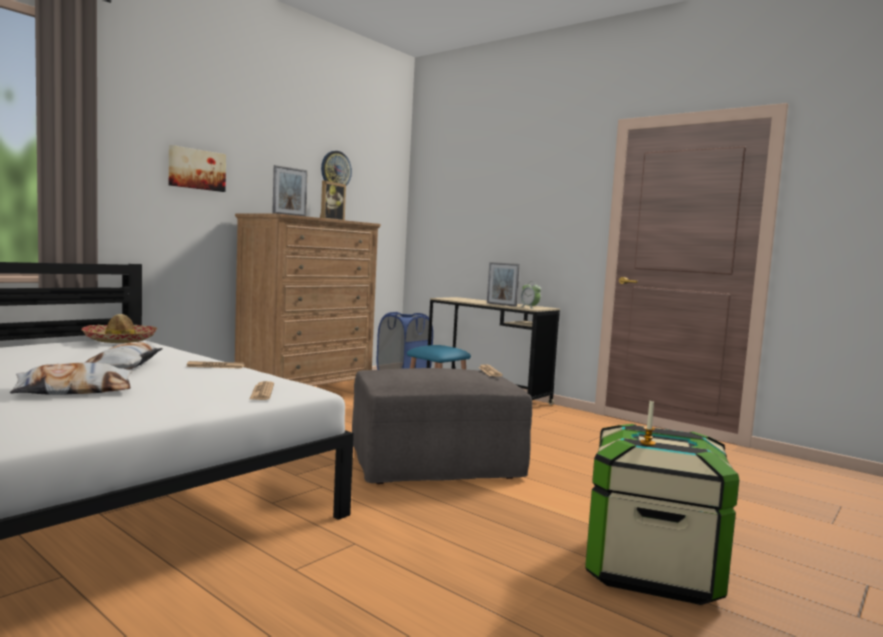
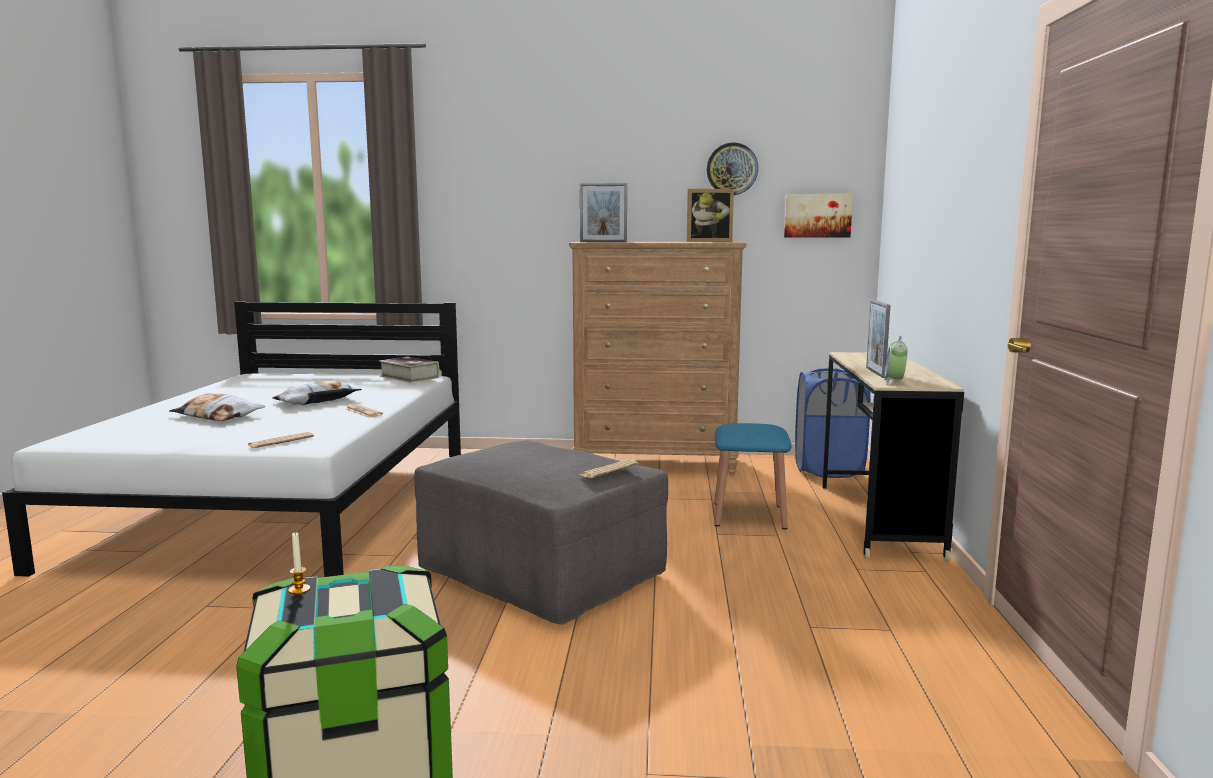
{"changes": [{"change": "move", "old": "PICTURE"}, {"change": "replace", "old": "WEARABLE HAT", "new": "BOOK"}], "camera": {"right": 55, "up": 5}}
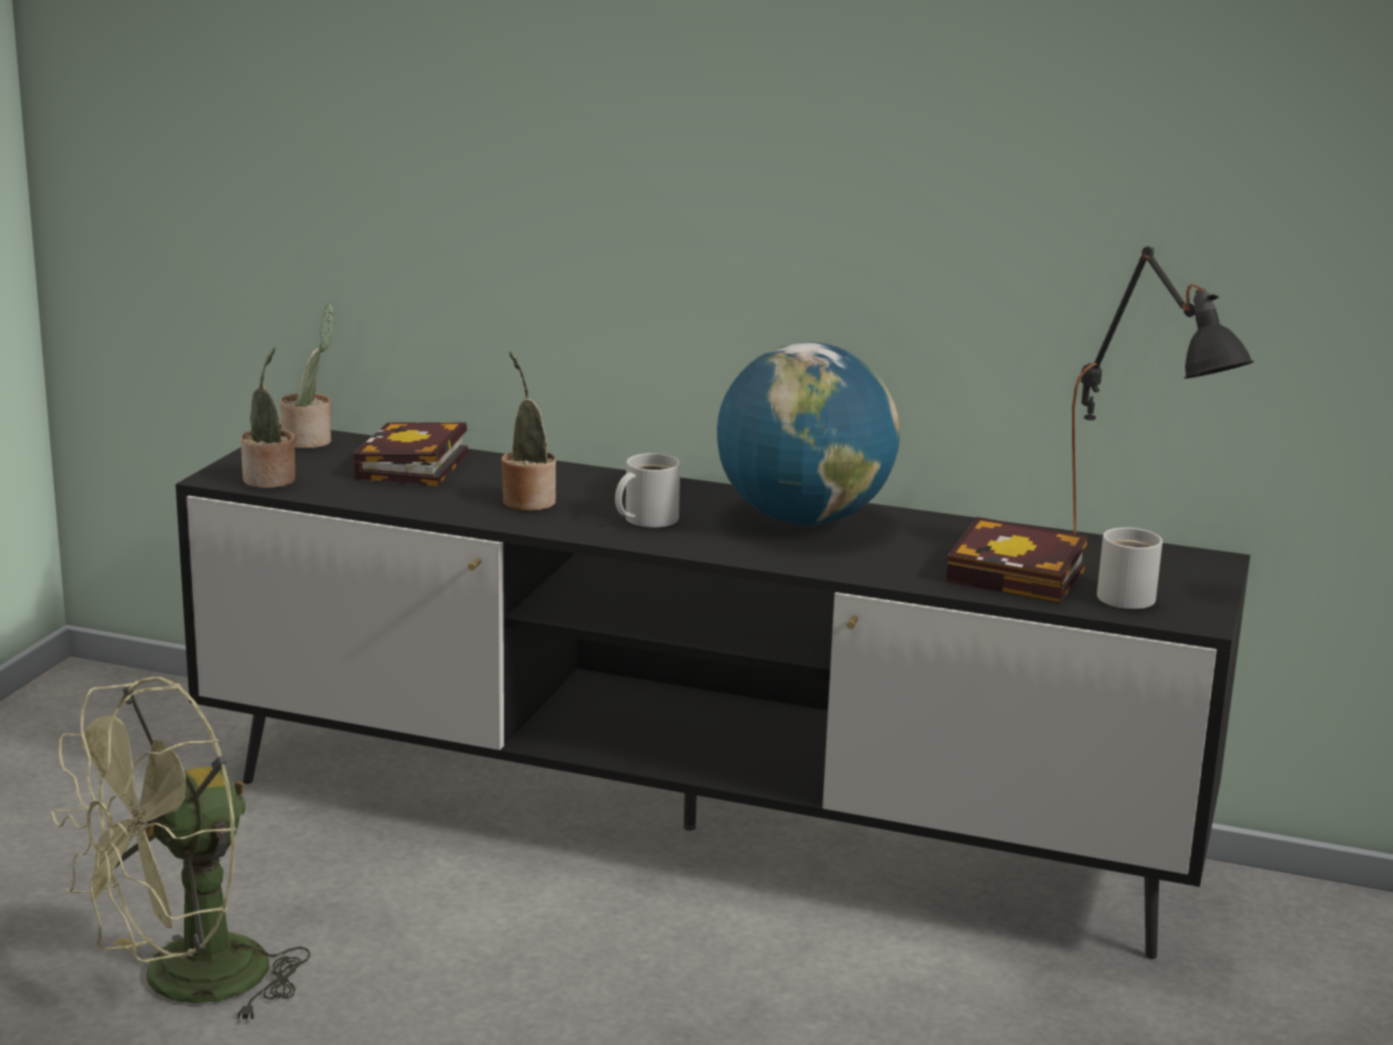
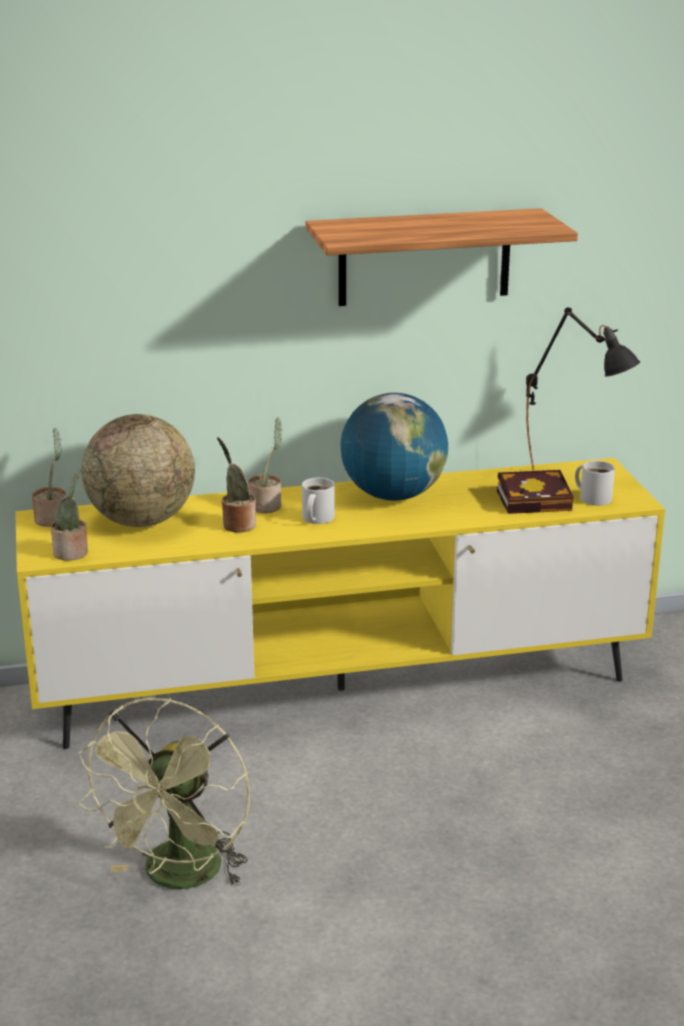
{"changes": [{"change": "insert", "new": "PLANT IN A POT (4th from left)"}, {"change": "insert", "new": "SHELF"}, {"change": "replace", "old": "BOOK (1st from left)", "new": "WORLD GLOBE (1st from left)"}, {"change": "recolor", "old": "BLACK-COLOURED TV STAND", "new": "YELLOW TV STAND"}], "camera": {"right": -30, "up": 5}}
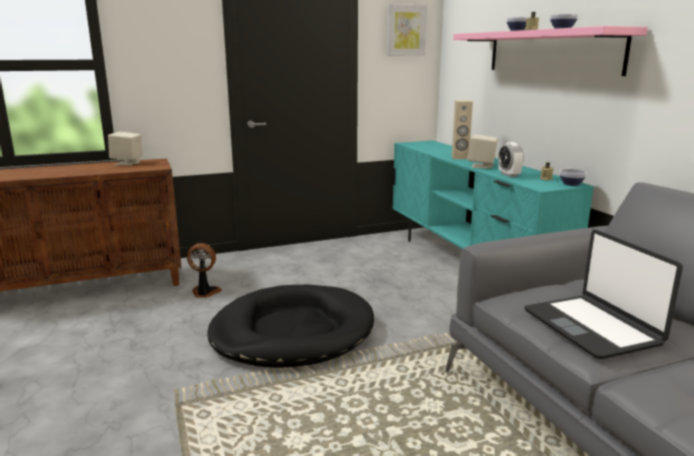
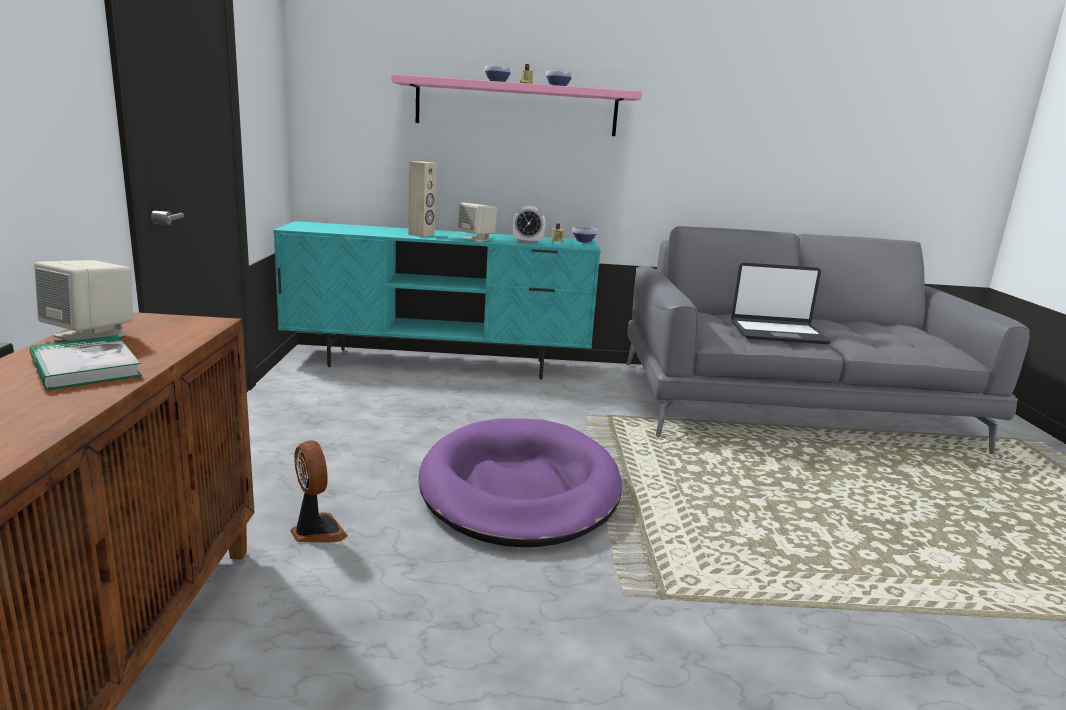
{"changes": [{"change": "delete", "old": "PICTURE"}, {"change": "insert", "new": "BOOK"}, {"change": "recolor", "old": "BLACK-COLOURED DOG CUSHION", "new": "PURPLE-COLOURED DOG CUSHION"}, {"change": "rotate", "old": "ELECTRIC FAN", "degrees": 120}], "camera": {"right": -70, "up": 0}}
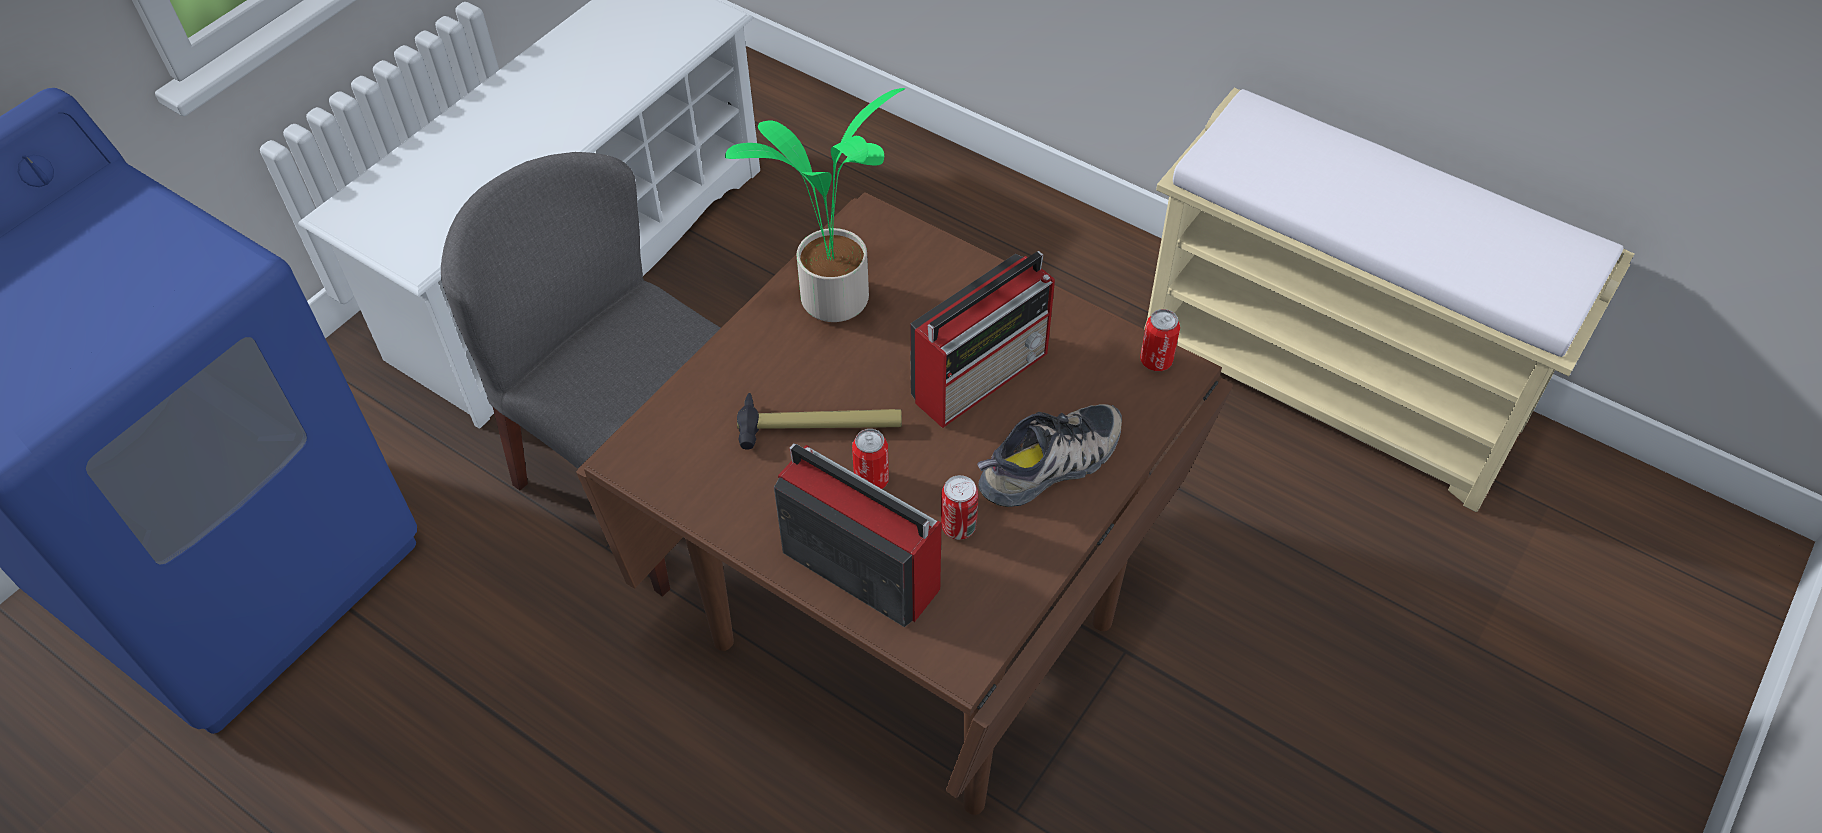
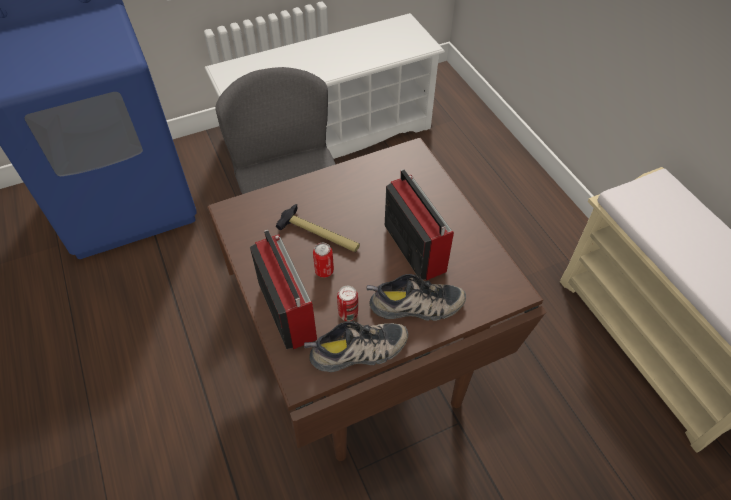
{"changes": [{"change": "delete", "old": "PLANT IN A POT"}, {"change": "delete", "old": "METAL CAN (3rd from left)"}, {"change": "insert", "new": "SHOE (1st from left)"}, {"change": "rotate", "old": "RADIO SET (2nd from left)", "degrees": -105}], "camera": {"right": 30, "up": 0}}
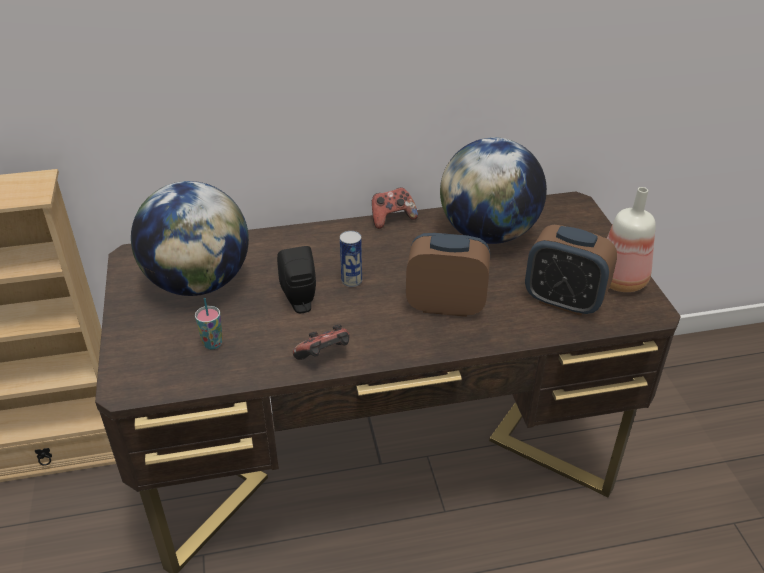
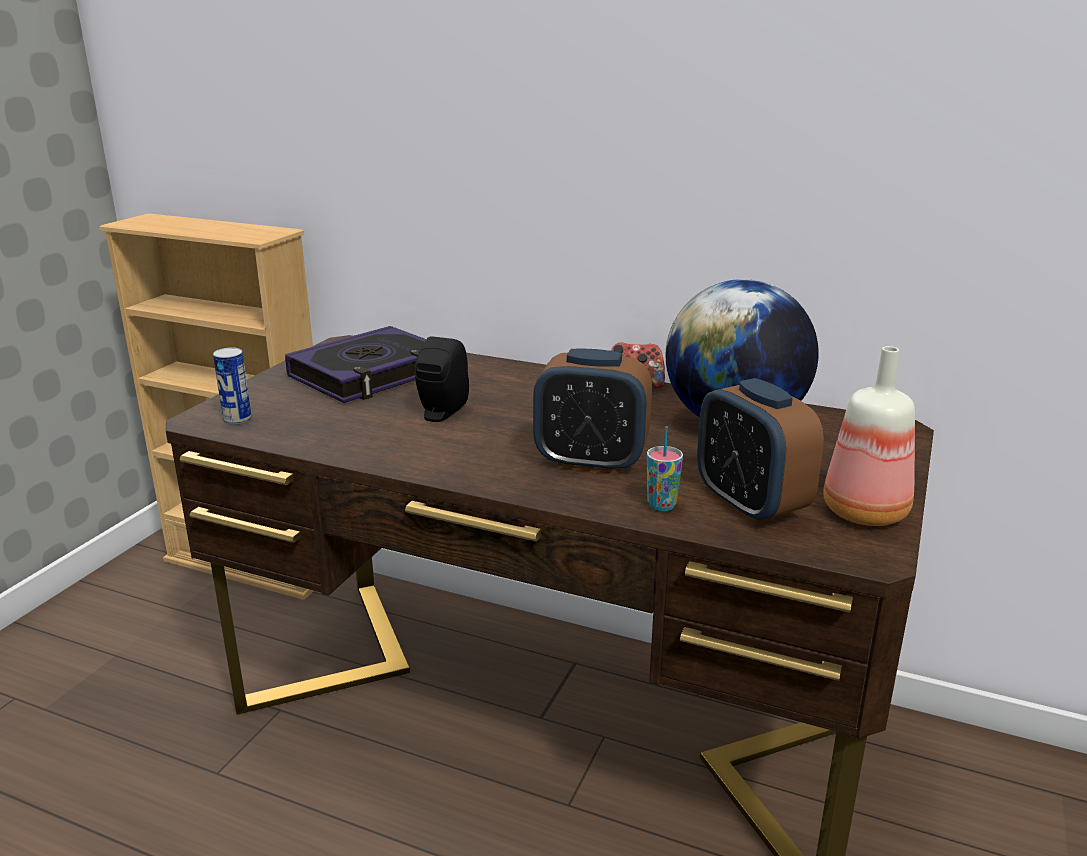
{"changes": [{"change": "delete", "old": "JOYPAD (1st from left)"}, {"change": "move", "old": "DRINKING CUP"}, {"change": "move", "old": "METAL CAN"}, {"change": "replace", "old": "WORLD GLOBE (1st from left)", "new": "BOOK"}, {"change": "rotate", "old": "ALARM CLOCK (1st from left)", "degrees": 150}], "camera": {"right": 35, "up": -15}}
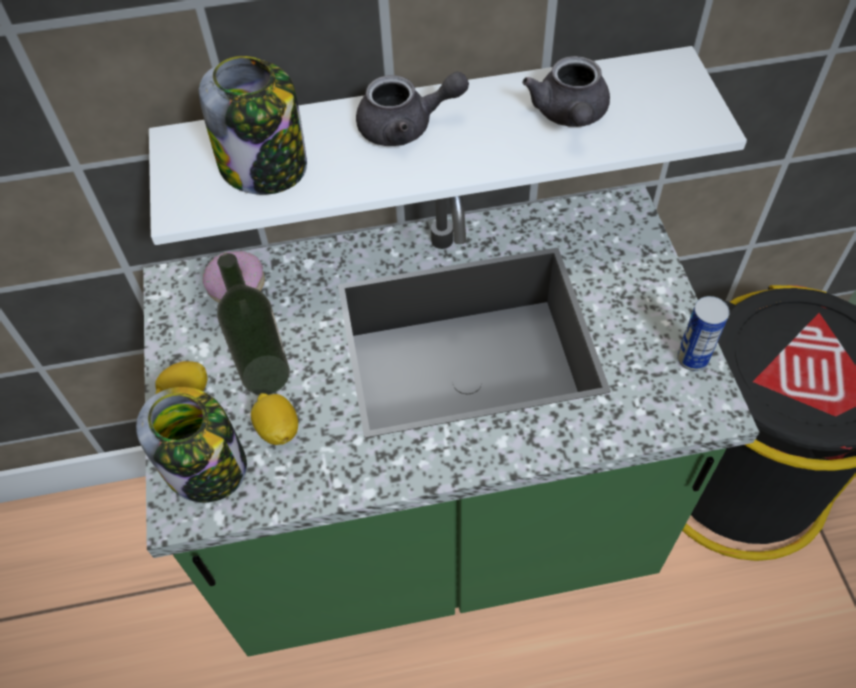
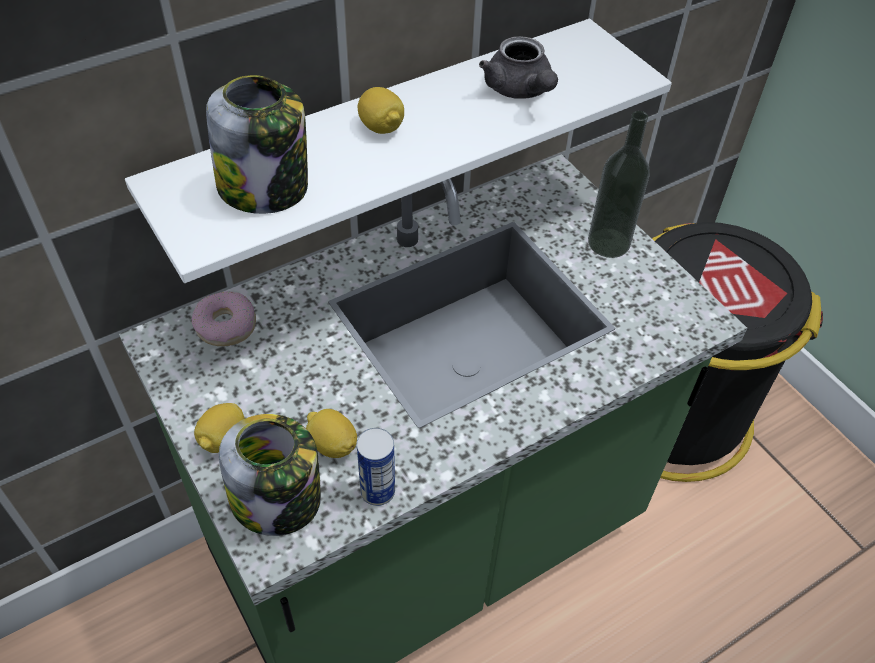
{"changes": [{"change": "move", "old": "BOTTLE"}, {"change": "move", "old": "METAL CAN"}, {"change": "replace", "old": "GREY POT FOR TEA (1st from left)", "new": "CITRUS FRUIT (3rd from left)"}], "camera": {"right": -25, "up": -5}}
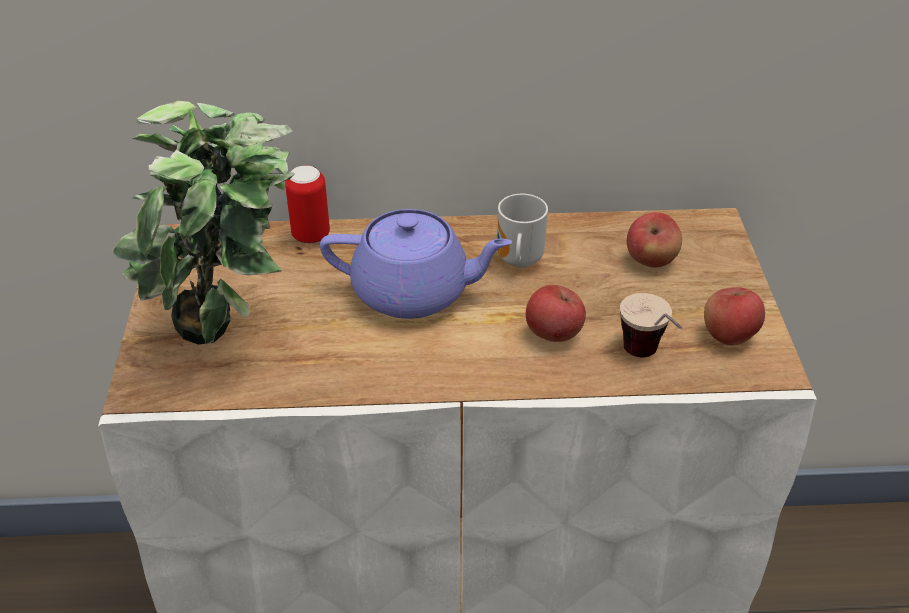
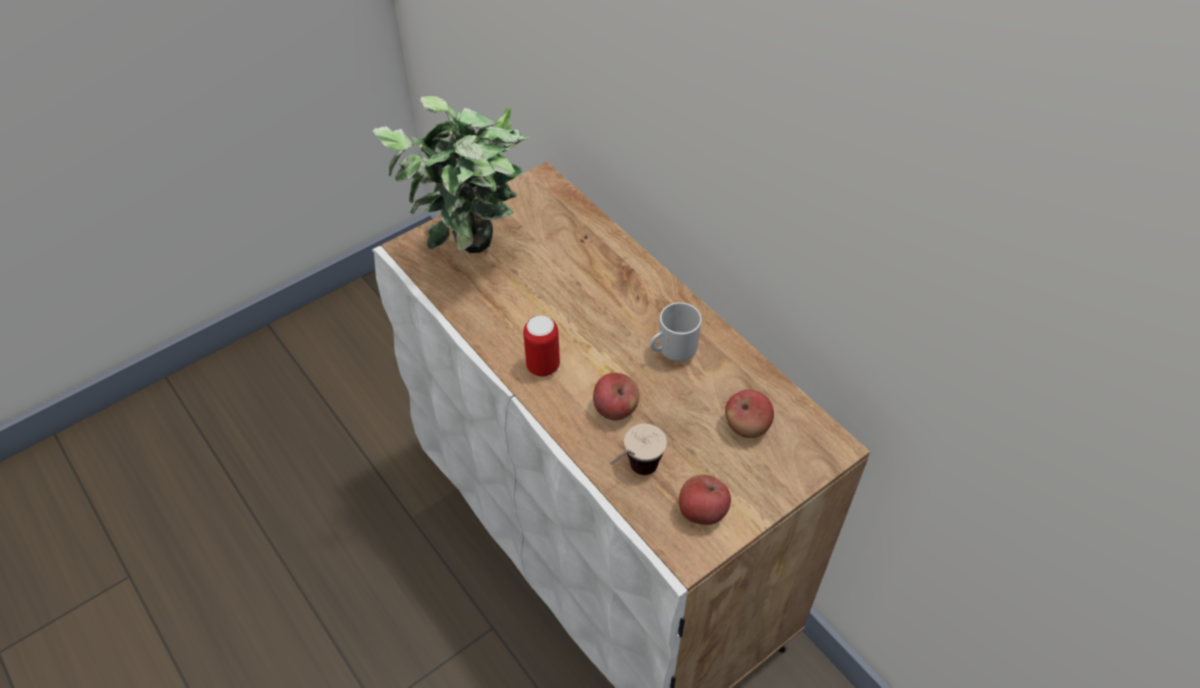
{"changes": [{"change": "delete", "old": "PURPLE-COLOURED POT FOR TEA"}, {"change": "move", "old": "METAL CAN"}], "camera": {"right": 55, "up": 10}}
